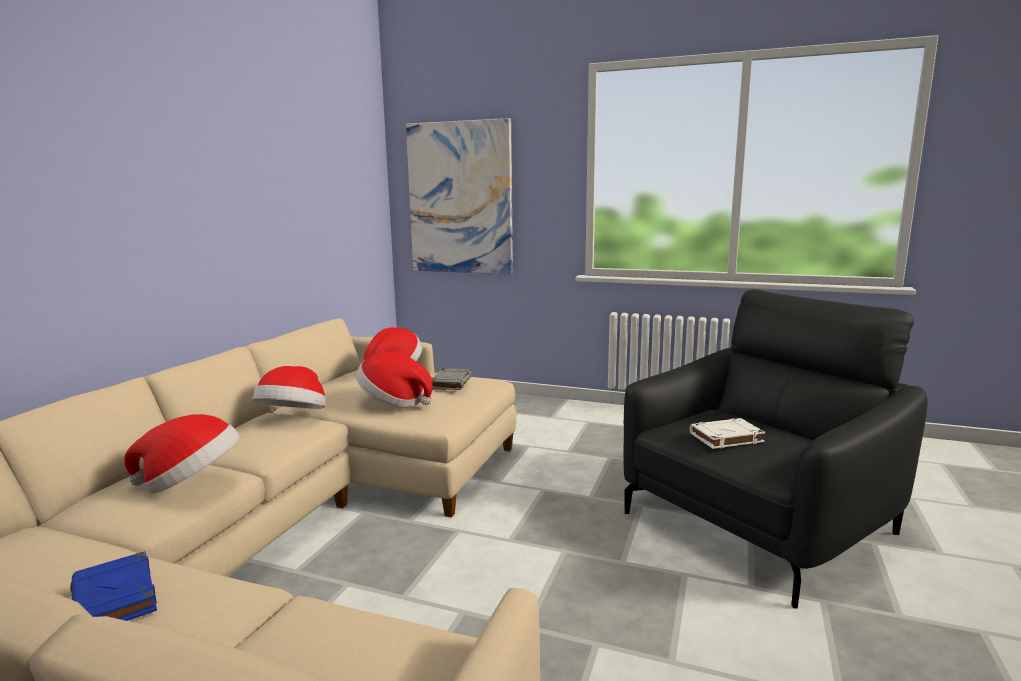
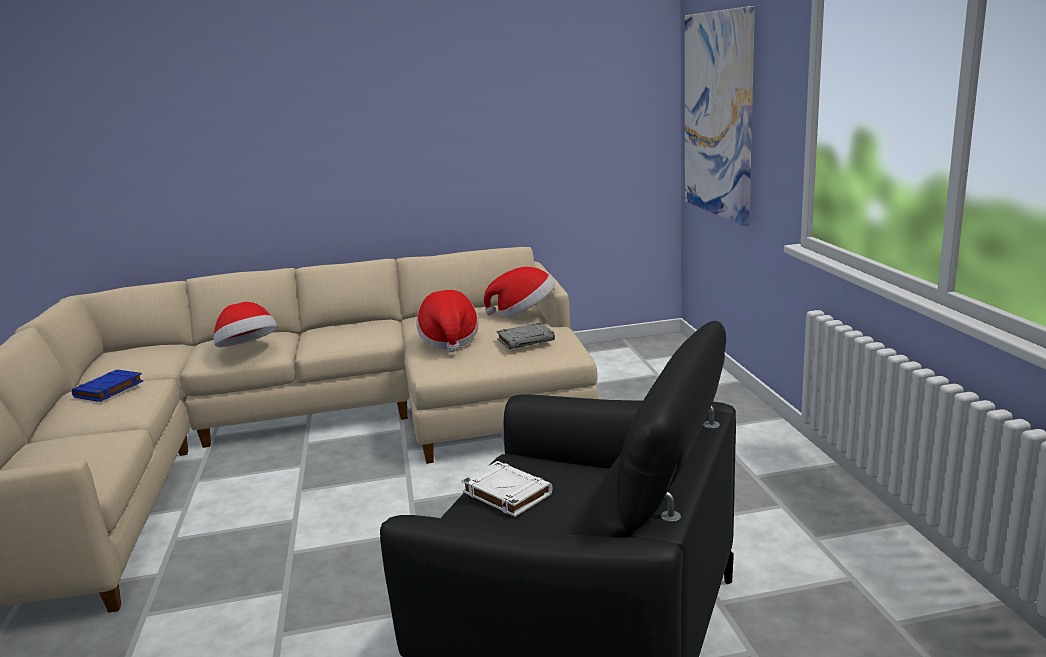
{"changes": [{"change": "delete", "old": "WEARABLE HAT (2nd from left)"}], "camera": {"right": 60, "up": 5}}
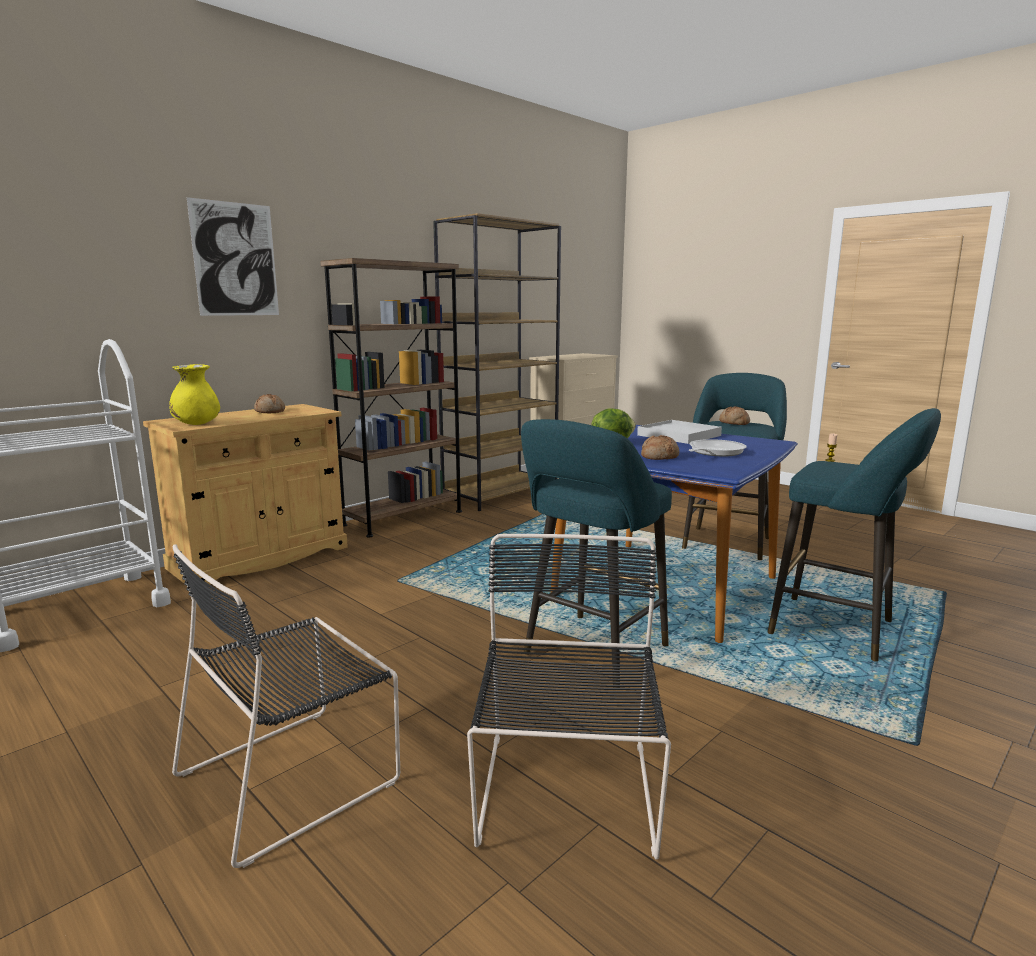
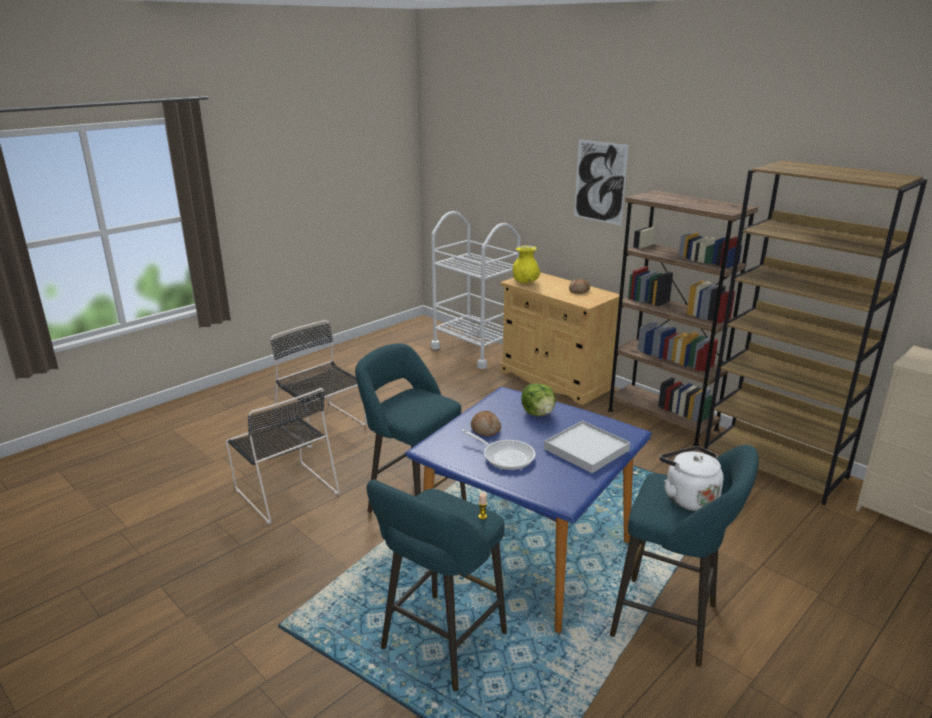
{"changes": [{"change": "replace", "old": "BREAD (3rd from left)", "new": "WHITISH TEA KETTLE"}, {"change": "rotate", "old": "BLACK-COLOURED CHAIR (2nd from left in the first image)", "degrees": 45}], "camera": {"right": 90, "up": 10}}
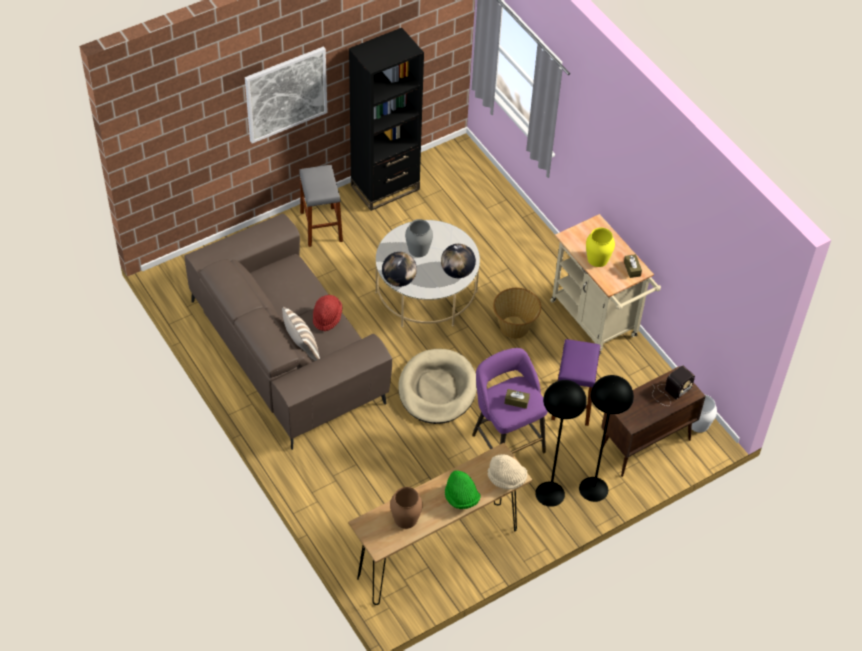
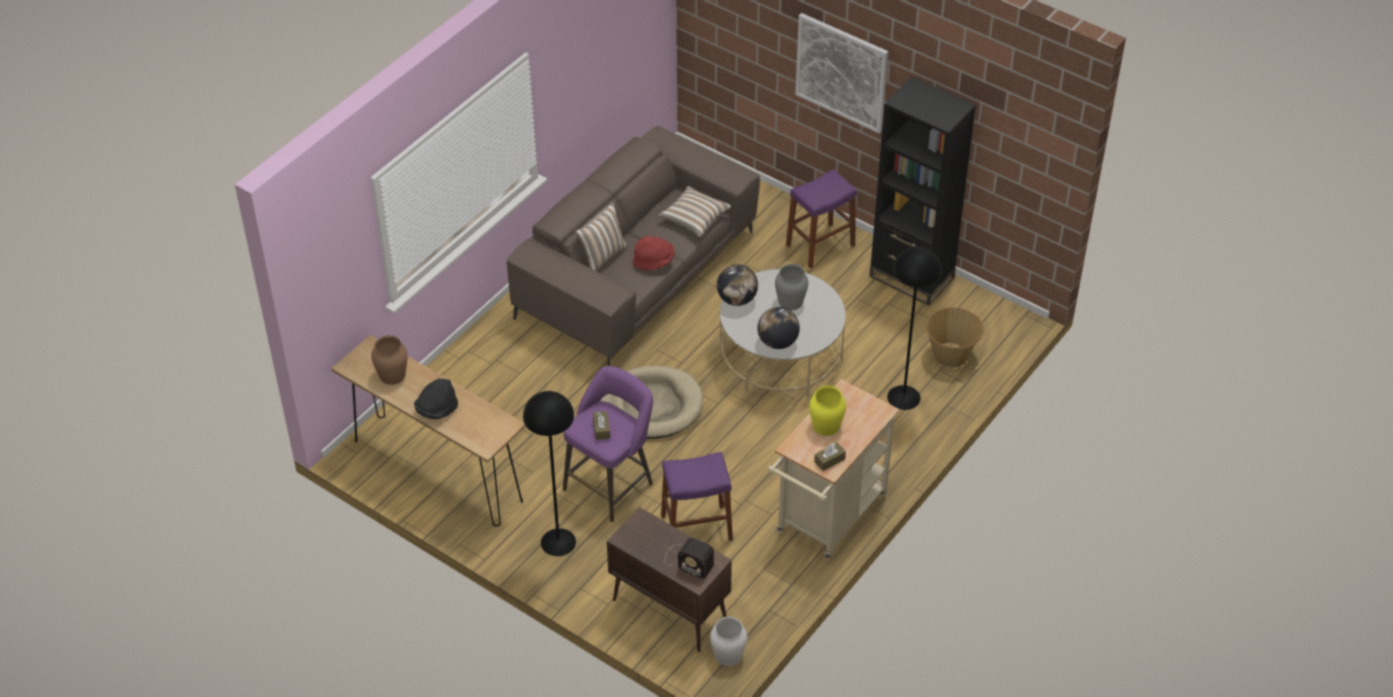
{"changes": [{"change": "delete", "old": "BEIGE WEARABLE HAT"}, {"change": "insert", "new": "CUSHION (2nd from left)"}, {"change": "move", "old": "BASKET"}, {"change": "move", "old": "BLACK-COLOURED FLOOR LAMP (2nd from left)"}, {"change": "recolor", "old": "GREY STOOL", "new": "PURPLE-COLOURED STOOL (3rd from left)"}, {"change": "recolor", "old": "GREEN-COLOURED WEARABLE HAT", "new": "BLACK-COLOURED WEARABLE HAT"}], "camera": {"right": 70, "up": -5}}
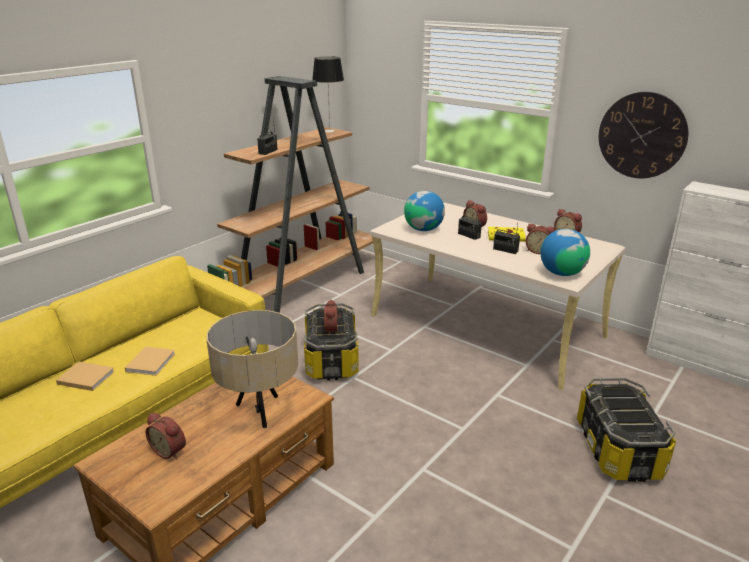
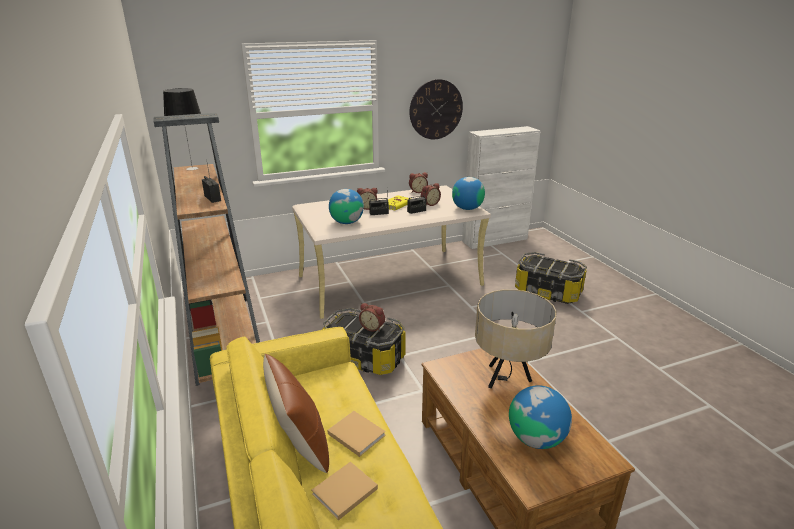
{"changes": [{"change": "insert", "new": "BROWN CUSHION"}, {"change": "replace", "old": "ALARM CLOCK (1st from left)", "new": "WORLD GLOBE (3rd from left)"}], "camera": {"right": -60, "up": 0}}
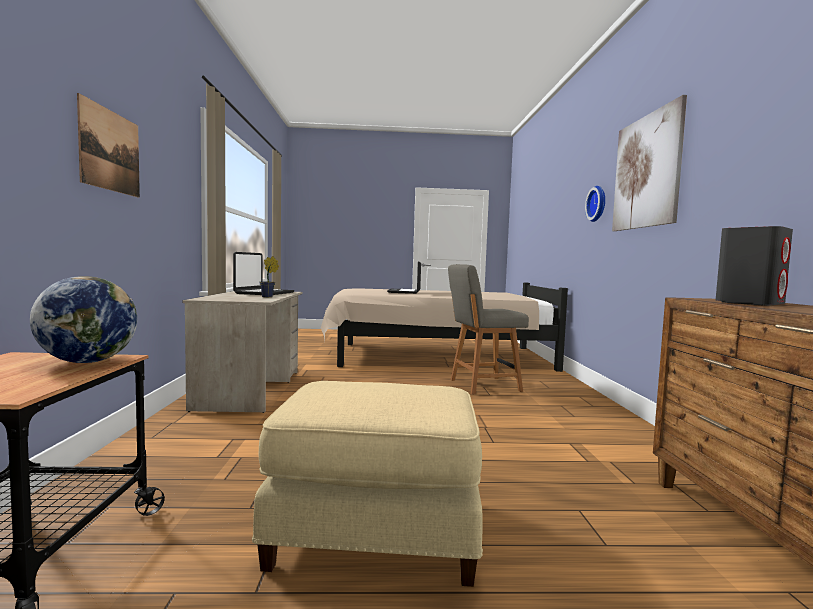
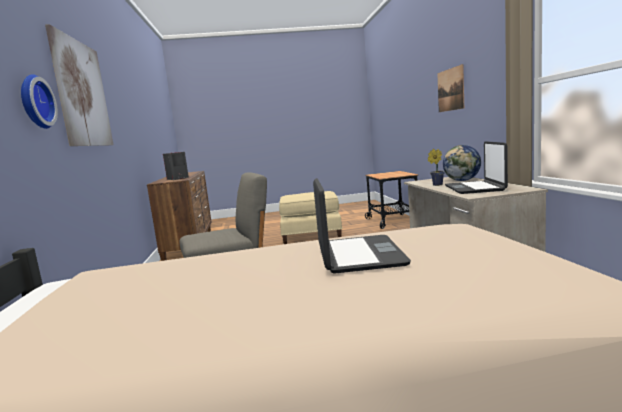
{"changes": [{"change": "move", "old": "WORLD GLOBE"}], "camera": {"right": 175, "up": 5}}
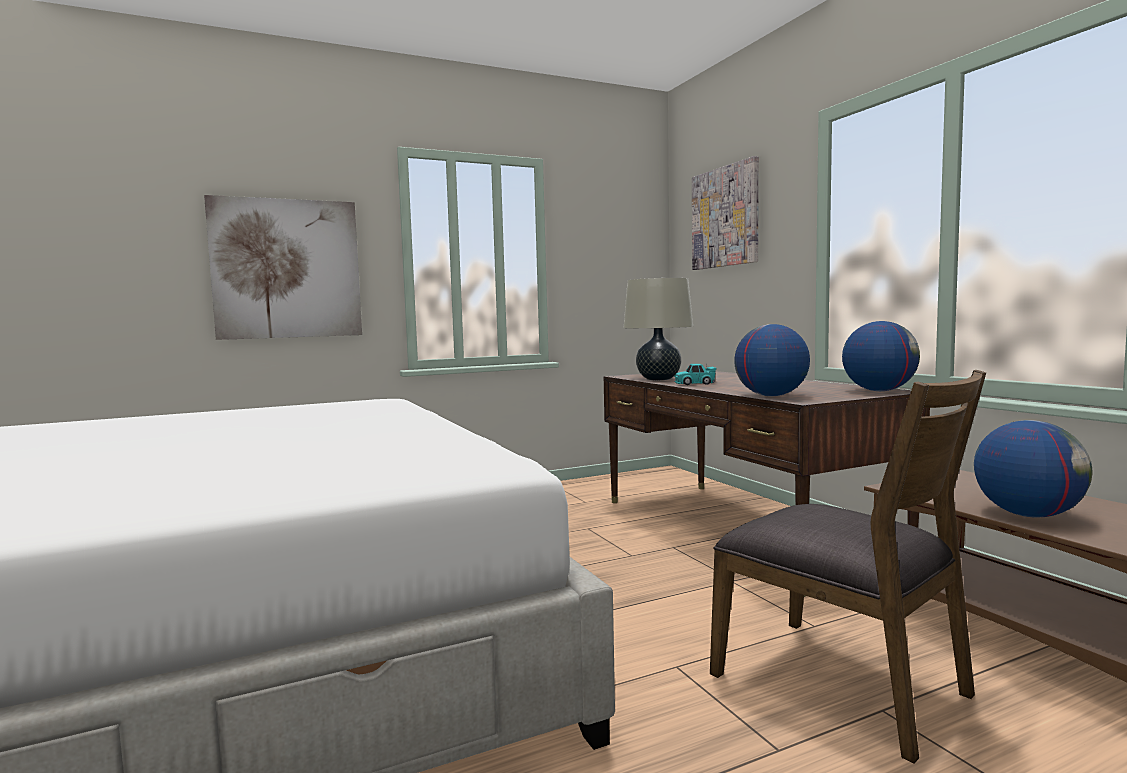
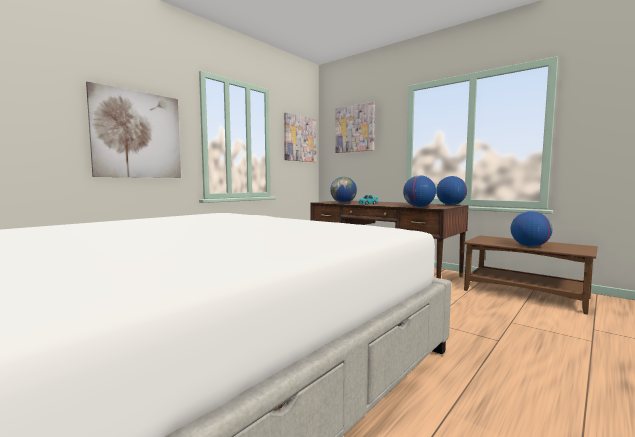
{"changes": [{"change": "delete", "old": "BROWN CHAIR"}, {"change": "insert", "new": "PICTURE (2nd from left)"}, {"change": "replace", "old": "BEIGE TABLE LAMP", "new": "WORLD GLOBE (1st from left)"}], "camera": {"right": -25, "up": 0}}
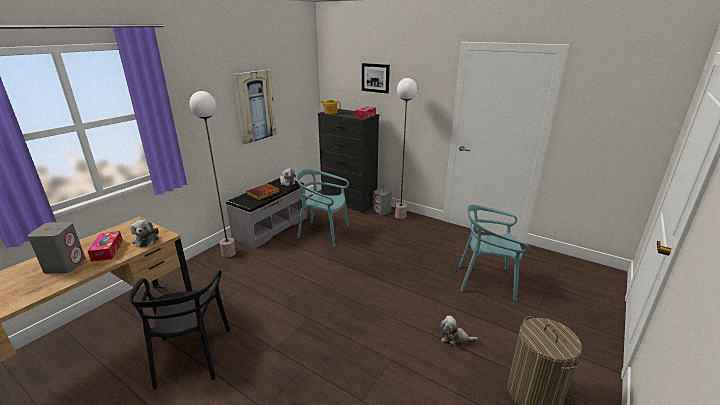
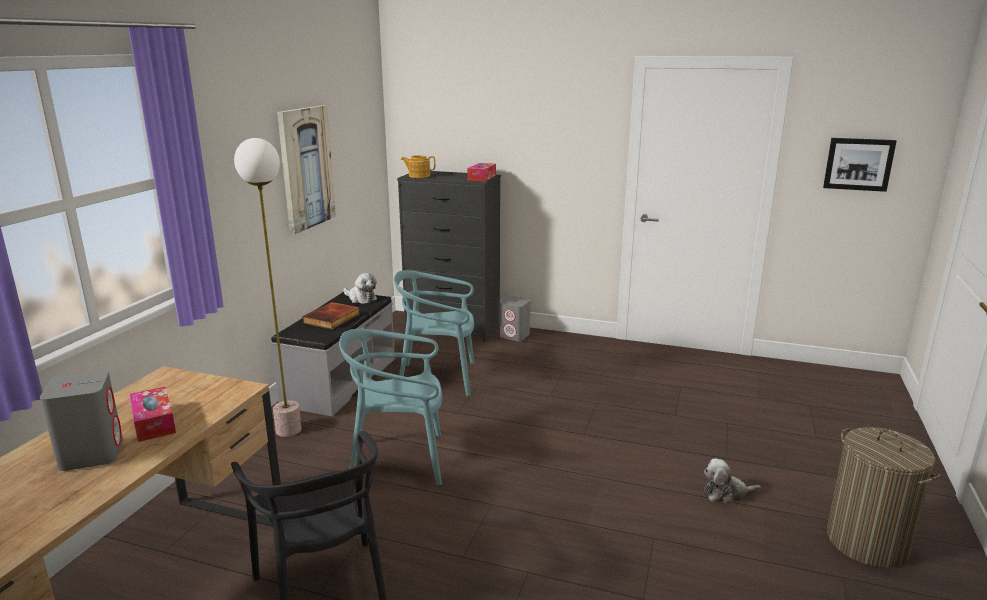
{"changes": [{"change": "delete", "old": "SOFT TOY (1st from left)"}, {"change": "delete", "old": "FLOOR LAMP (2nd from left)"}, {"change": "move", "old": "PICTURE (2nd from left)"}, {"change": "move", "old": "BLUE-GREEN CHAIR (2nd from left in the first image)", "new": "BLUE-GREEN CHAIR (1st from left)"}], "camera": {"right": -15, "up": -5}}
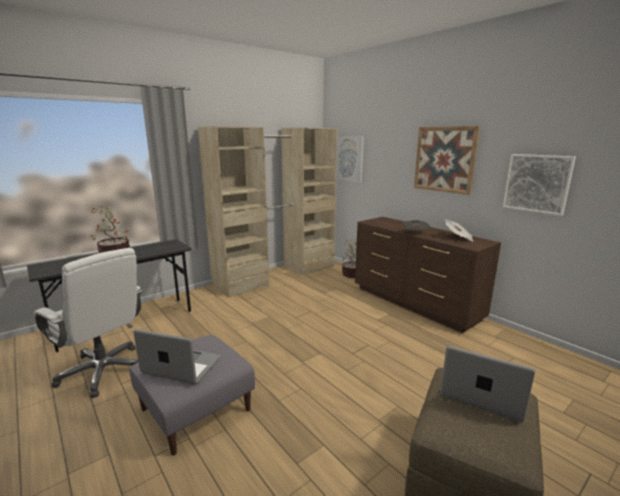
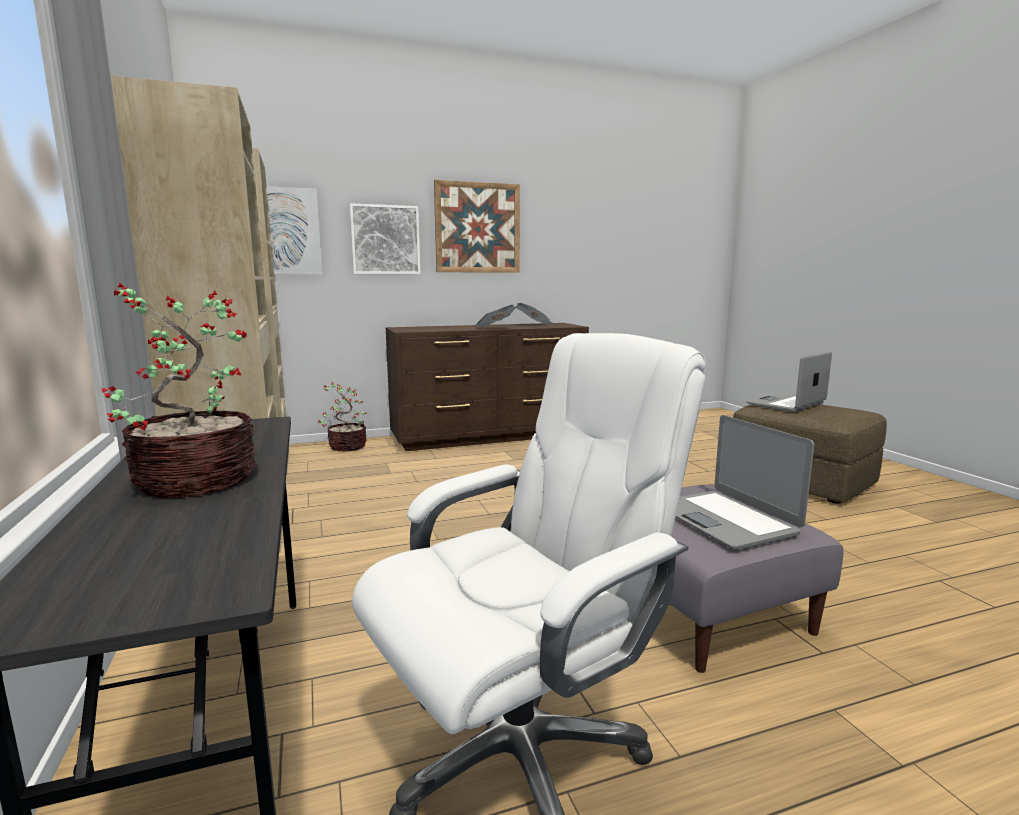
{"changes": [{"change": "move", "old": "PICTURE (3rd from left in the first image)", "new": "PICTURE (2nd from left)"}, {"change": "rotate", "old": "NOTEBOOK COMPUTER (1st from left)", "degrees": -60}], "camera": {"right": -70, "up": -5}}
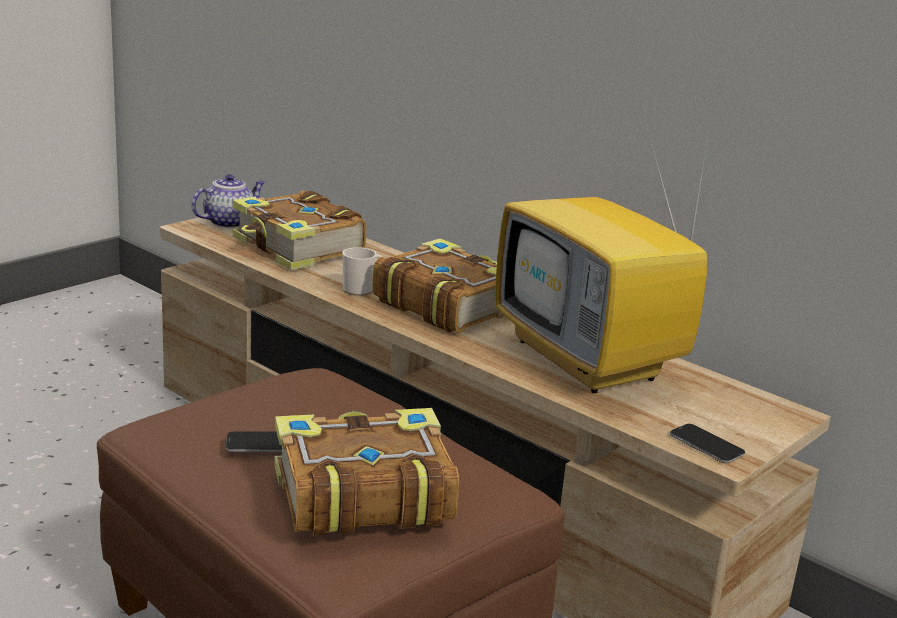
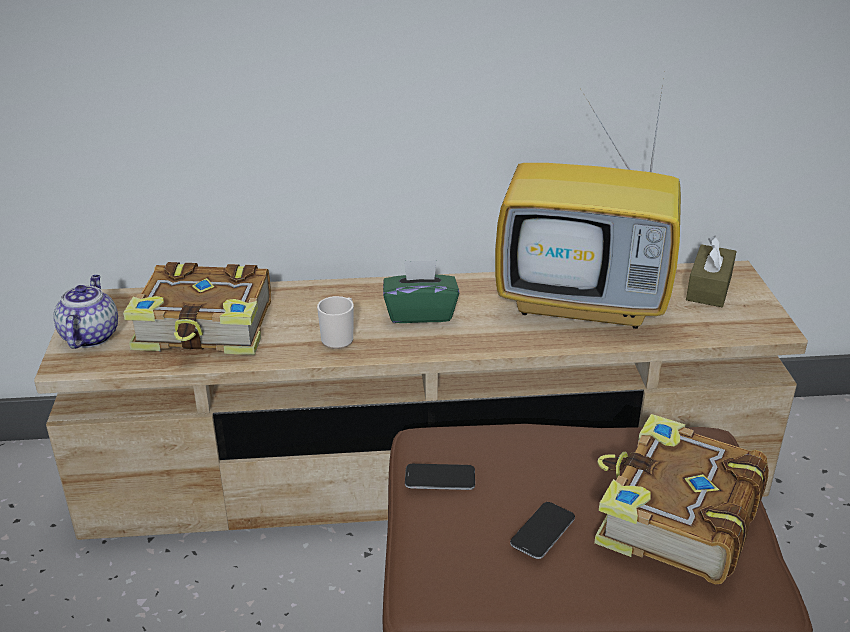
{"changes": [{"change": "insert", "new": "BROWN TISSUE HOLDER"}, {"change": "move", "old": "TELEPHONE (2nd from left in the first image)", "new": "TELEPHONE (1st from left)"}, {"change": "replace", "old": "BOOK (3rd from left)", "new": "GREEN-COLOURED TISSUE HOLDER"}], "camera": {"right": -45, "up": 10}}
